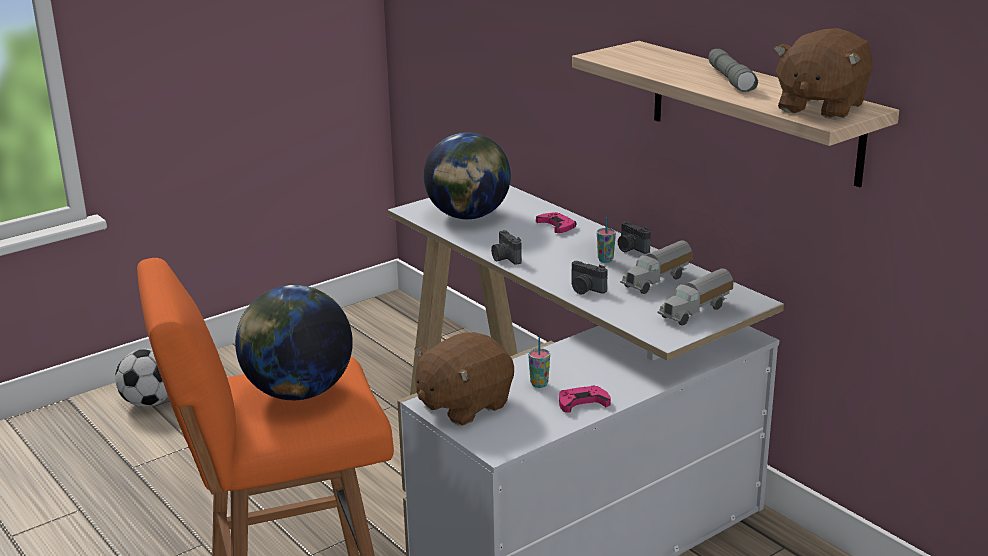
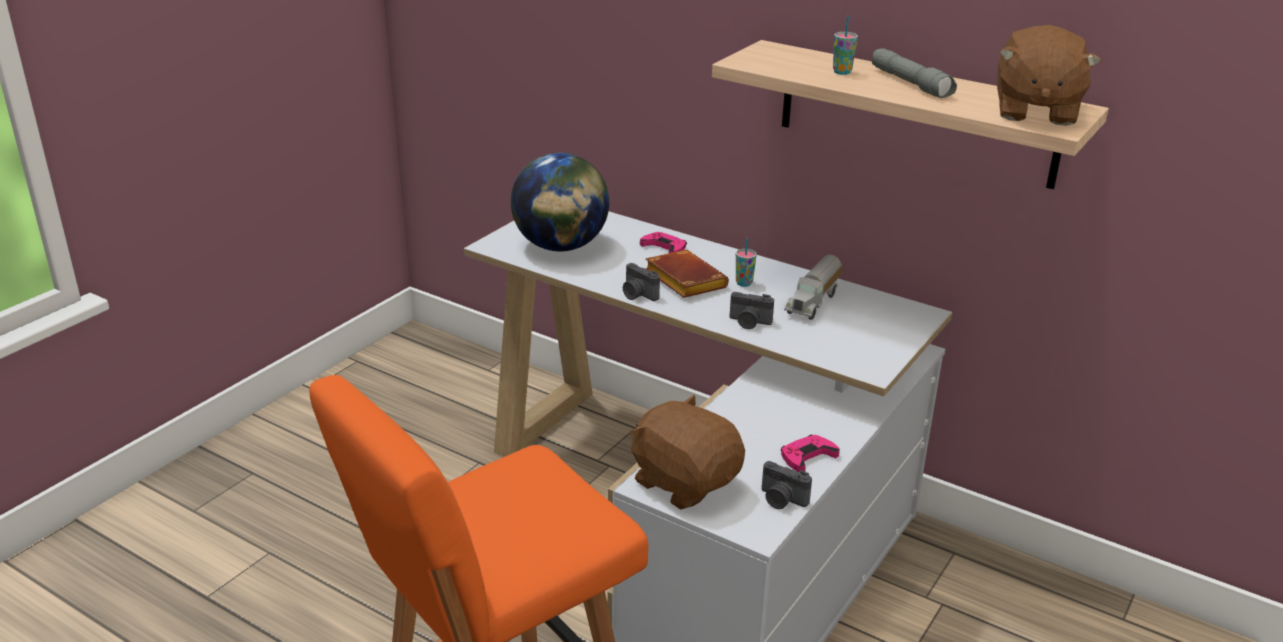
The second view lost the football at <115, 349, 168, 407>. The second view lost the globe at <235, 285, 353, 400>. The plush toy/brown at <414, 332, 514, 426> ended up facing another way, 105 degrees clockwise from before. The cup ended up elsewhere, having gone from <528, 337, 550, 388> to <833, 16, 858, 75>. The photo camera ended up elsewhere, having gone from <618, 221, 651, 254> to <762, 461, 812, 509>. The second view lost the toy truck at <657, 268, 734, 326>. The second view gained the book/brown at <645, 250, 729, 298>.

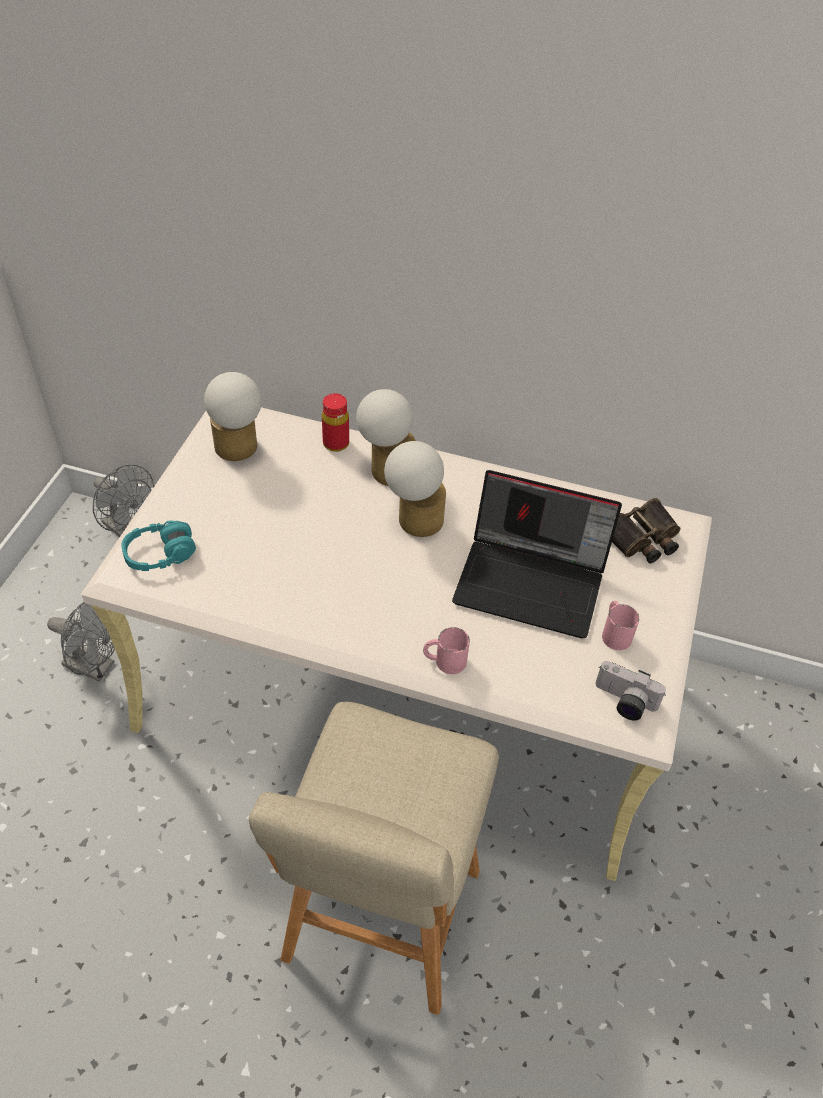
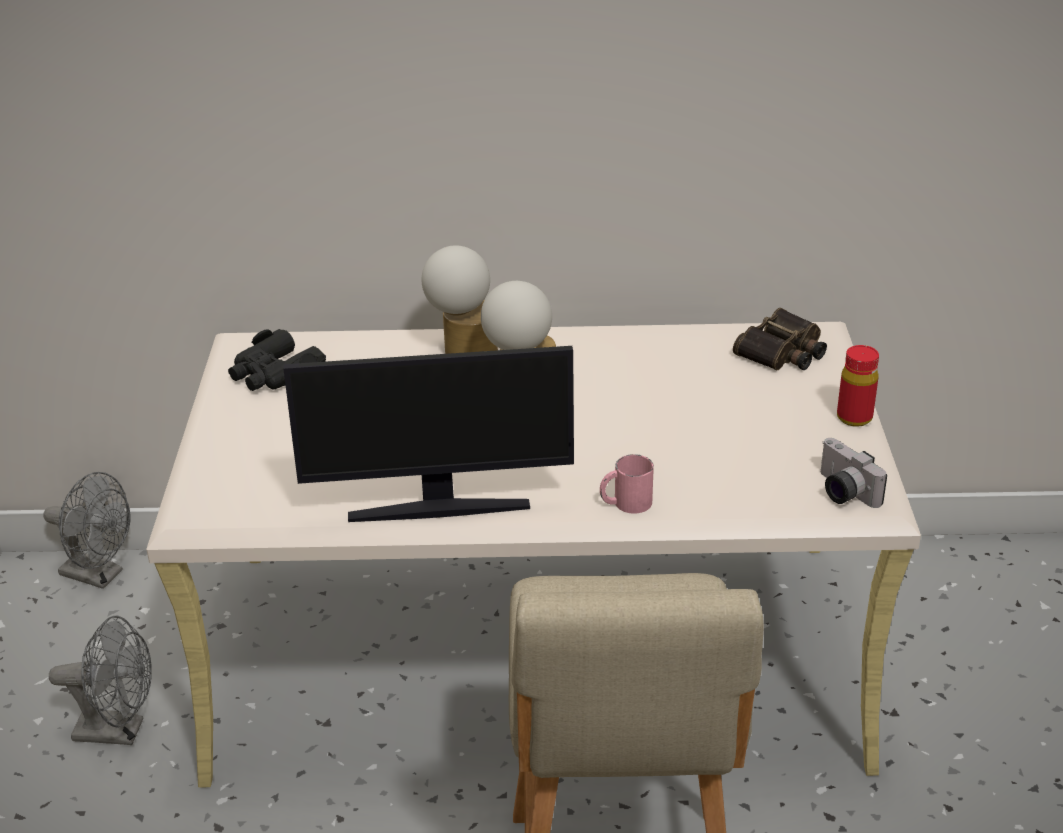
The second view lost the headphones/turquoise at <122, 520, 196, 571>. Where the table lamp stood at <204, 372, 262, 461>, the binoculars/black came to stand at <228, 329, 326, 391>. The bottle/red ended up elsewhere, having gone from <322, 393, 349, 452> to <837, 345, 879, 427>. The second view lost the laptop at <452, 470, 622, 639>. The photo camera at <595, 661, 666, 720> ended up facing another way, 45 degrees clockwise from before. The second view lost the mug/pink at <602, 601, 639, 650>. The second view gained the monitor at <283, 346, 574, 522>.

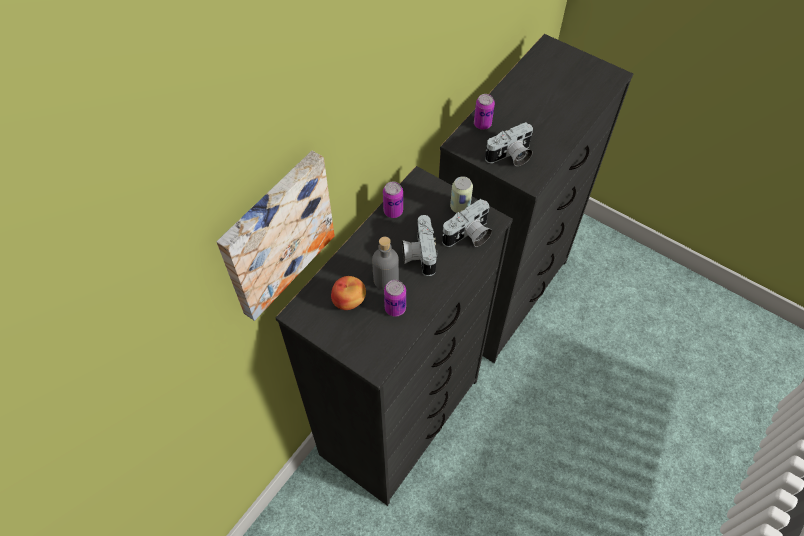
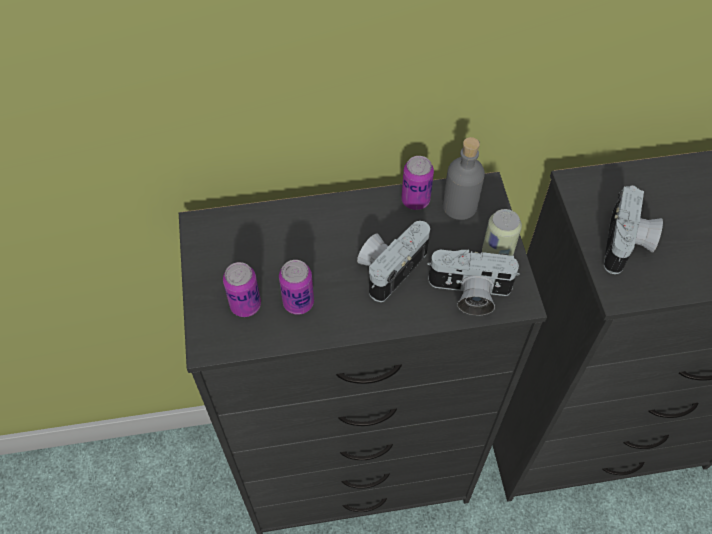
The second view lost the picture at <216, 151, 335, 321>. The second view lost the apple at <331, 276, 366, 310>. The bottle/grey ended up elsewhere, having gone from <372, 237, 399, 290> to <443, 137, 485, 220>. The can ended up elsewhere, having gone from <474, 94, 495, 130> to <223, 262, 261, 317>. The photo camera at <485, 122, 533, 166> ended up facing another way, 90 degrees counterclockwise from before.

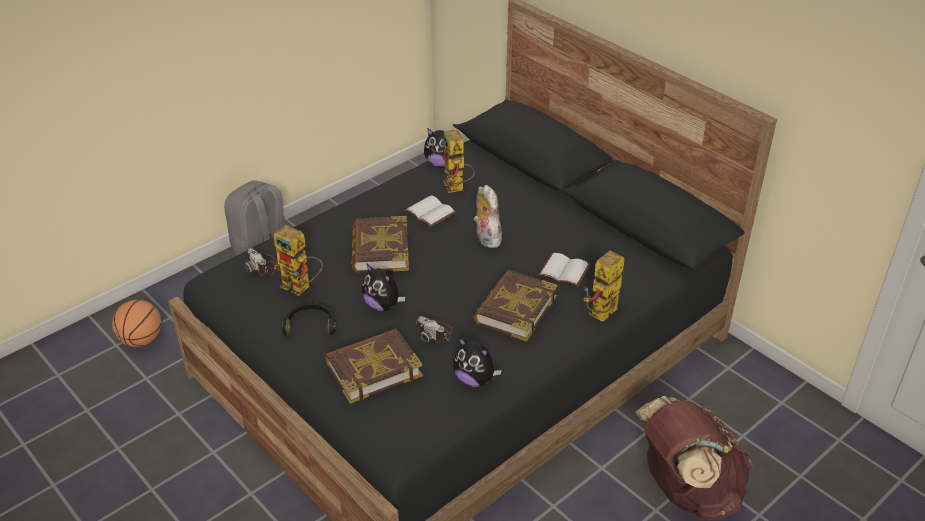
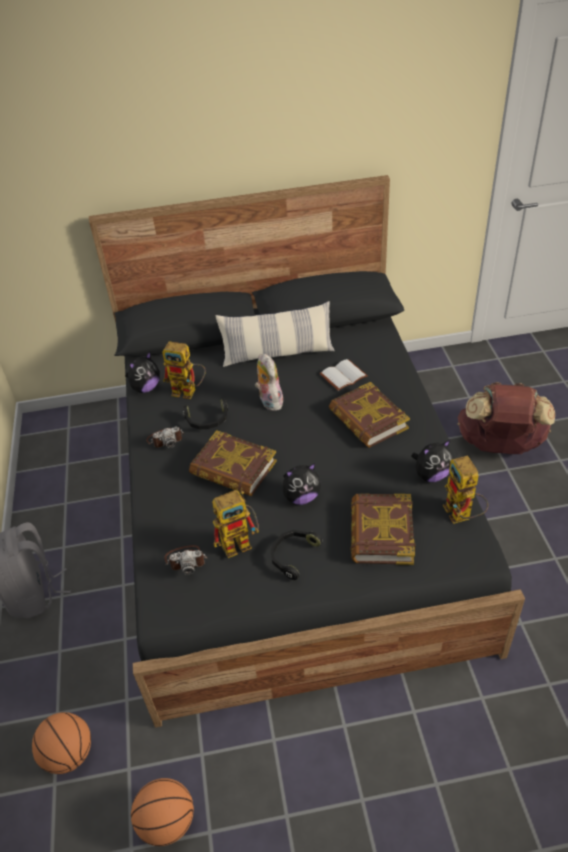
Where the book/white stood at <405, 195, 456, 227>, the headphones/black came to stand at <183, 398, 228, 430>. The photo camera ended up elsewhere, having gone from <416, 316, 453, 343> to <146, 426, 184, 448>. The plush toy at <474, 185, 502, 248> ended up facing another way, 60 degrees clockwise from before. The toy robot ended up elsewhere, having gone from <583, 251, 625, 322> to <443, 455, 489, 524>. The second view gained the basketball at <131, 778, 194, 846>. The second view gained the pillow at <216, 301, 334, 367>.

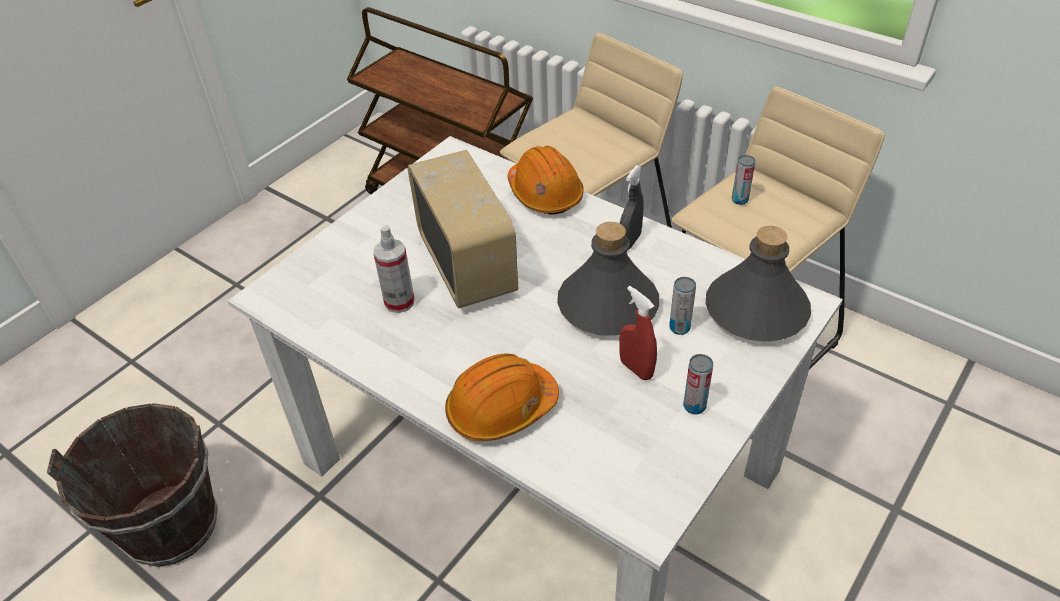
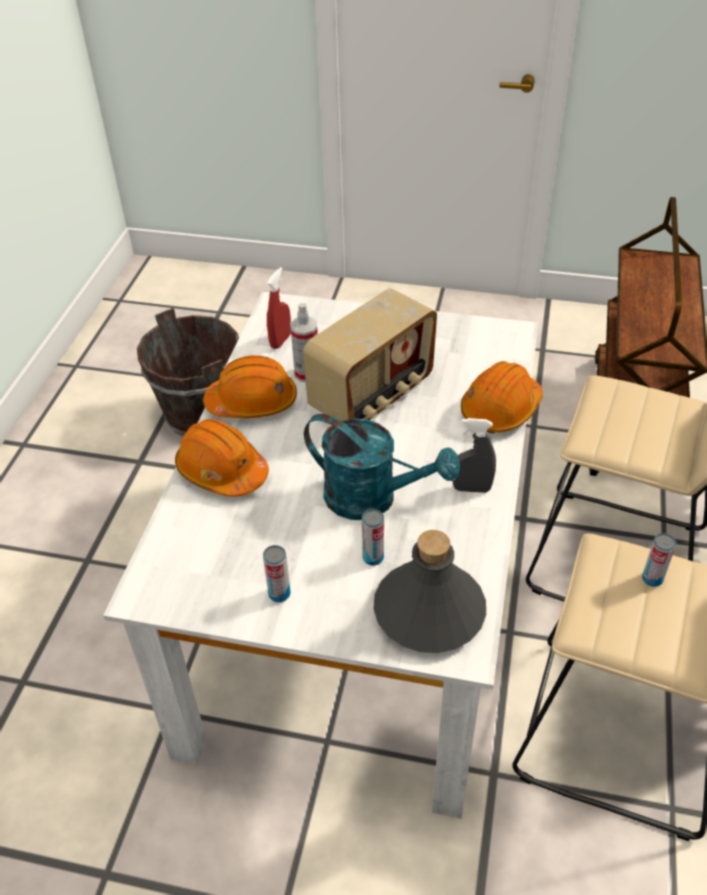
Where the bottle/grey stood at <557, 222, 660, 336>, the watering can/turquoise came to stand at <304, 414, 460, 520>. The spray bottle/red ended up elsewhere, having gone from <619, 286, 657, 380> to <267, 267, 291, 349>. The second view gained the hard hat/orange at <203, 355, 297, 418>.

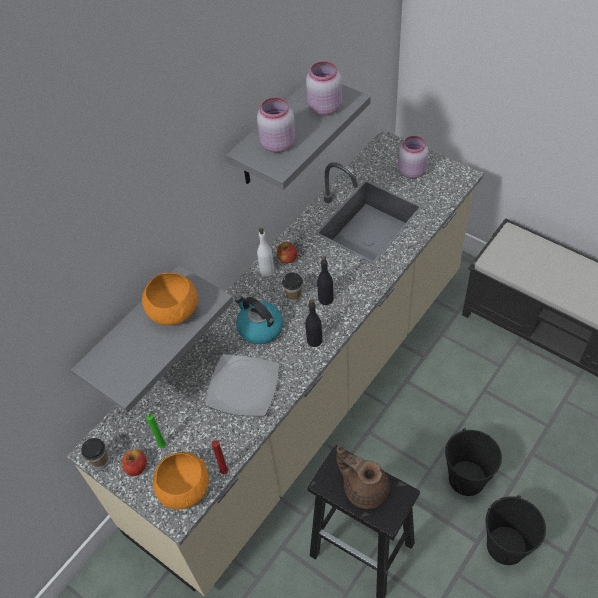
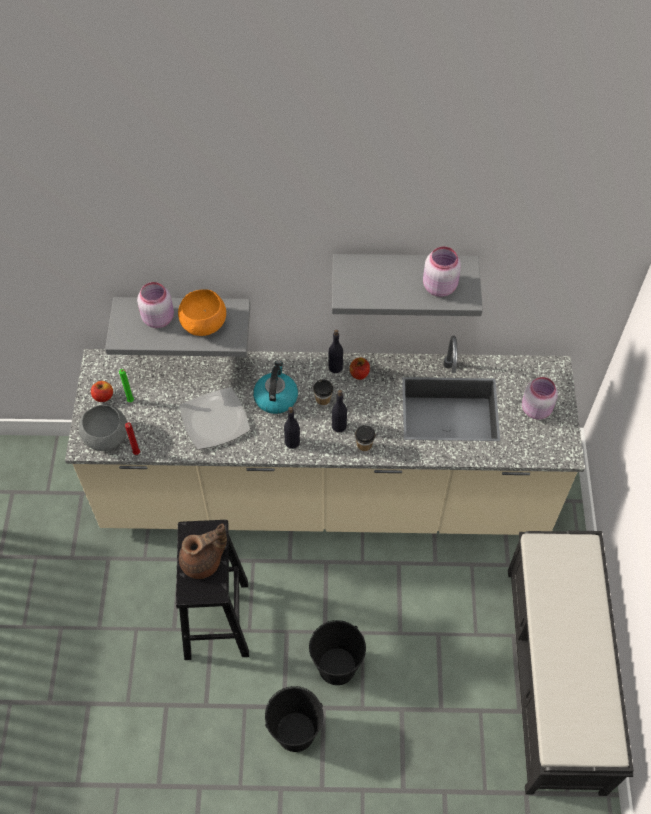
The cup ended up elsewhere, having gone from <81, 438, 109, 469> to <355, 425, 375, 454>. What was the bowl/orange at <153, 452, 209, 509> turned into the bowl/grey at <79, 405, 127, 451>. The jar/pink ended up elsewhere, having gone from <257, 97, 296, 153> to <137, 282, 174, 328>. What was the bottle/white at <257, 228, 274, 277> turned into the bottle/black at <328, 330, 343, 373>. The teapot/brown at <337, 445, 390, 509> ended up facing another way, 60 degrees clockwise from before.

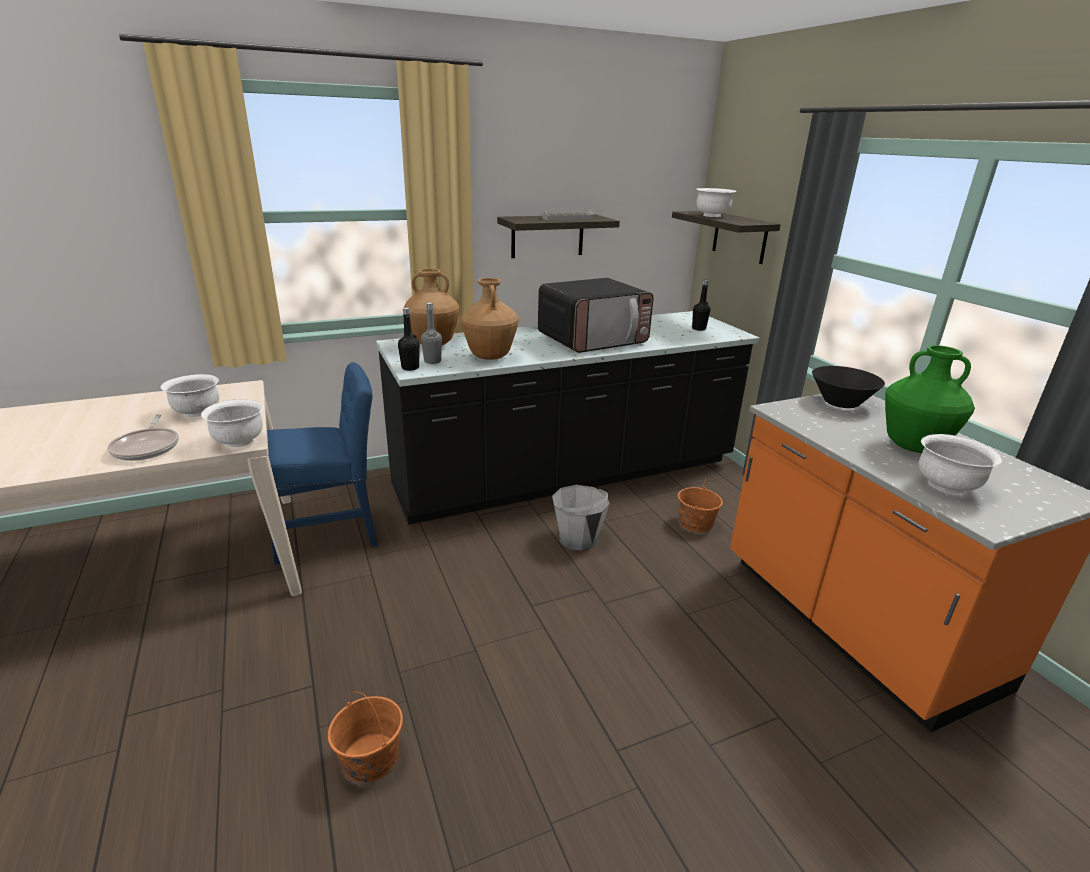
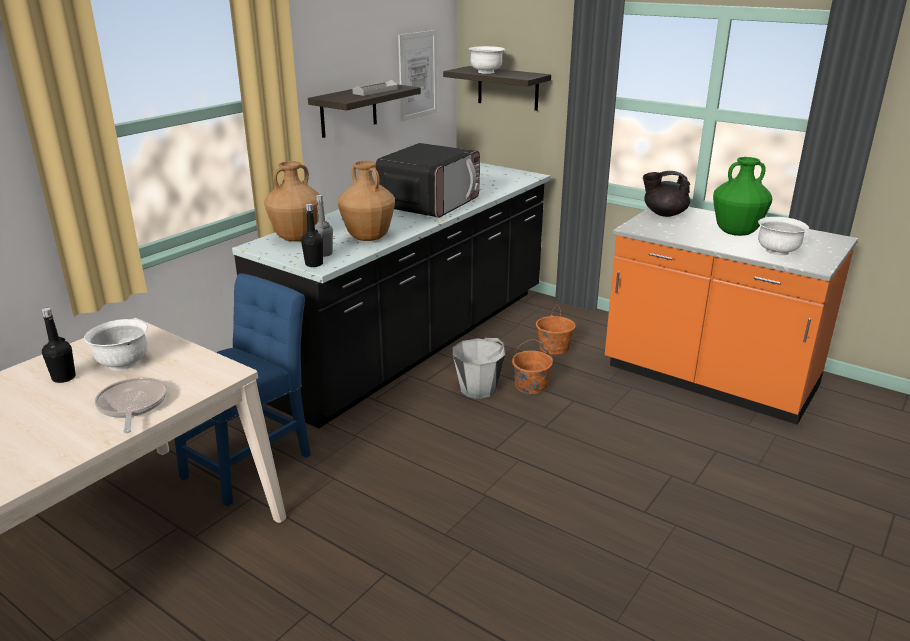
The frying pan at <107, 414, 179, 461> ended up facing another way, 150 degrees counterclockwise from before. The second view lost the bowl/white at <201, 399, 264, 448>. The bucket/orange ended up elsewhere, having gone from <328, 692, 403, 783> to <512, 339, 553, 394>. The bottle/black ended up elsewhere, having gone from <692, 280, 710, 331> to <42, 308, 76, 383>. Where the bowl/black stood at <812, 366, 885, 408>, the teapot/black came to stand at <643, 171, 690, 217>. The second view gained the picture at <398, 30, 437, 122>.

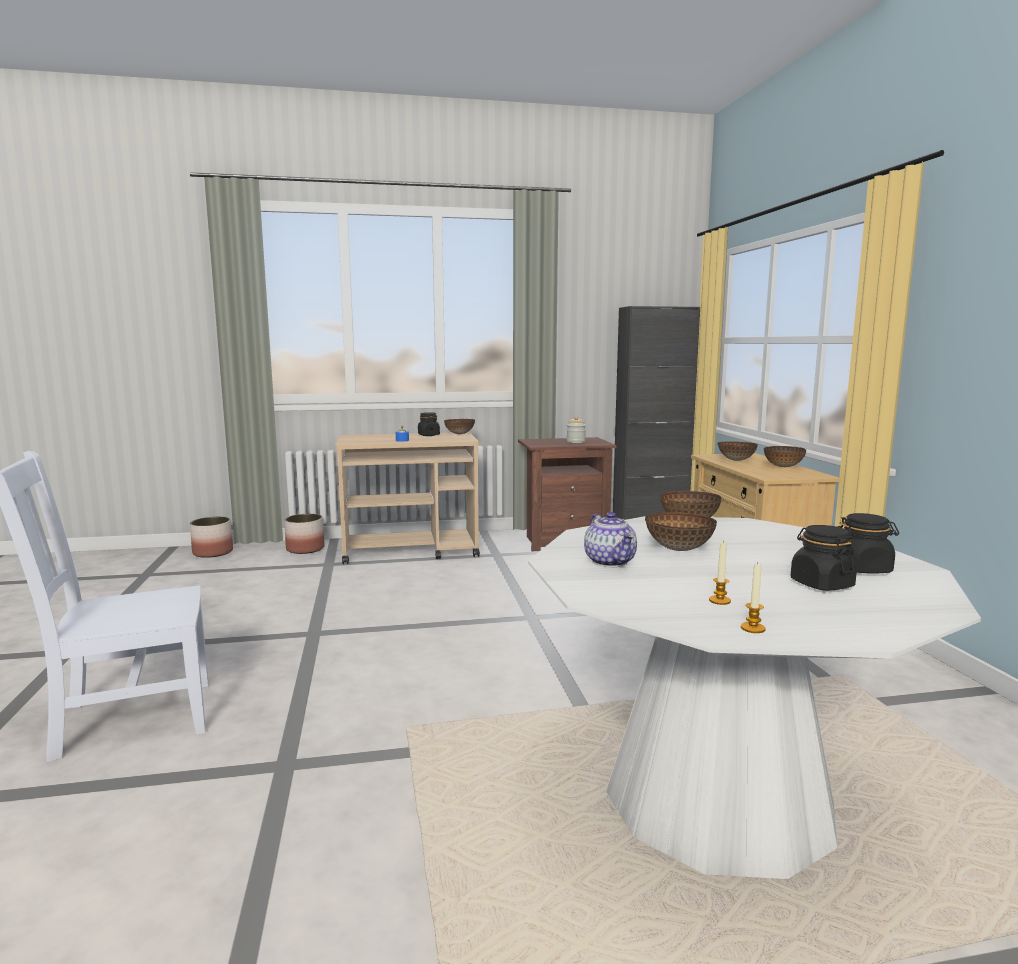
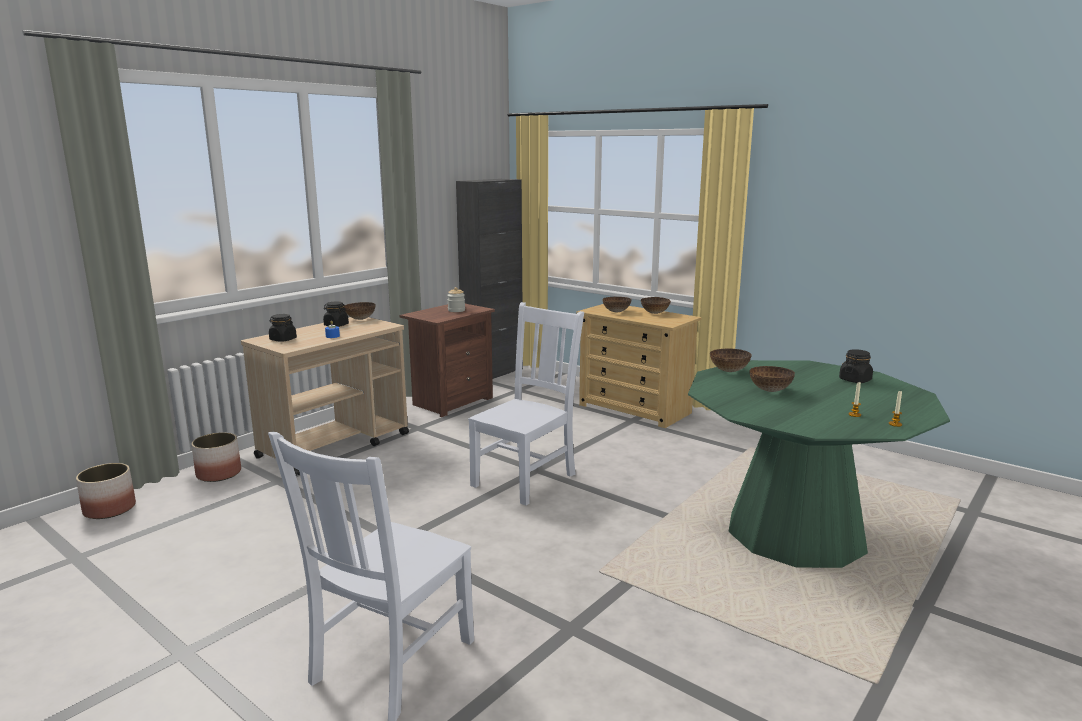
What was the dining table/white at <528, 516, 981, 879> turned into the dining table/green at <688, 360, 950, 568>. The second view lost the teapot at <584, 512, 637, 567>. The jar/black ended up elsewhere, having gone from <791, 525, 857, 591> to <269, 314, 297, 342>. The second view gained the chair/white at <468, 302, 584, 506>.

